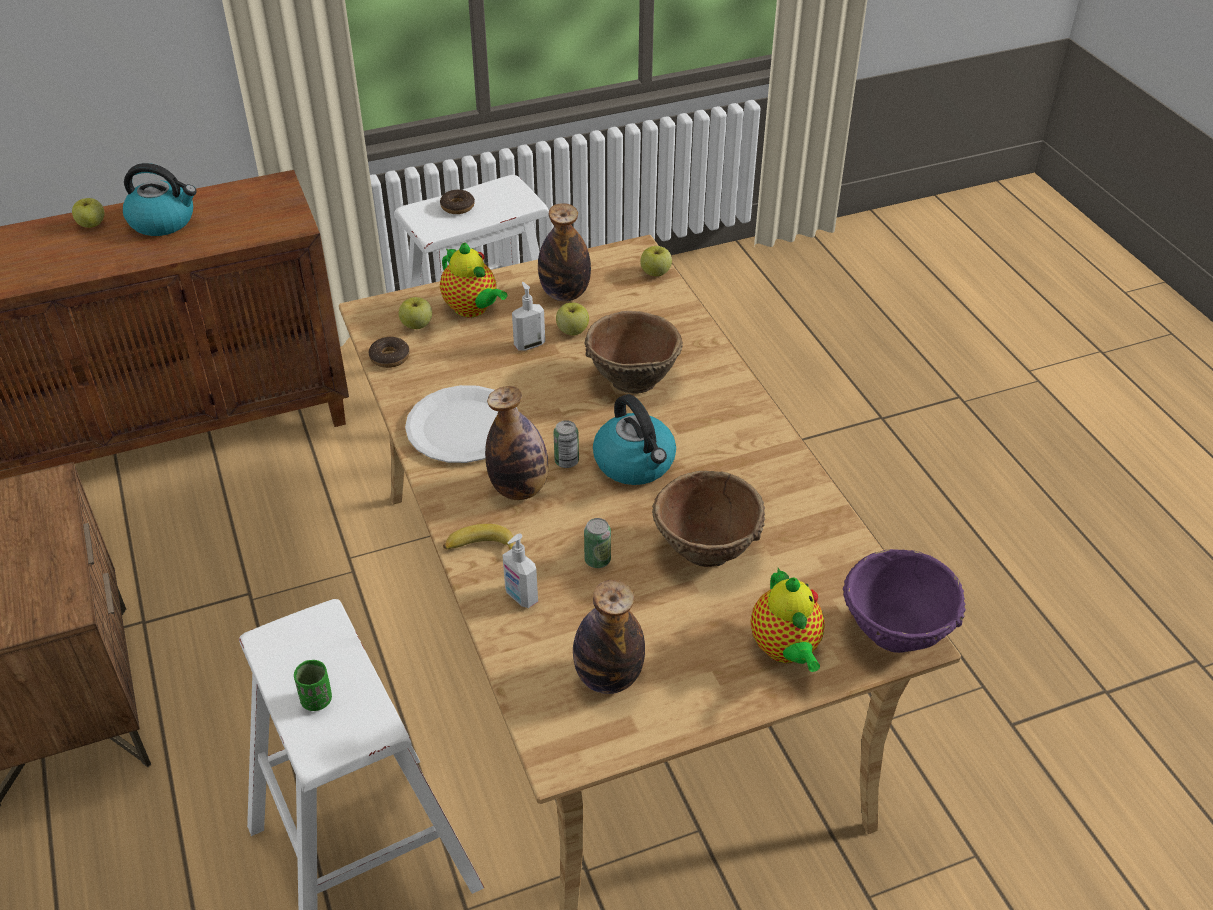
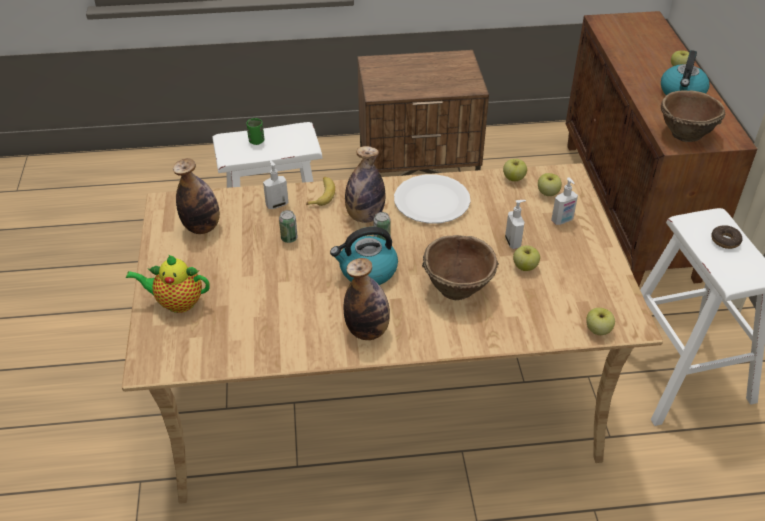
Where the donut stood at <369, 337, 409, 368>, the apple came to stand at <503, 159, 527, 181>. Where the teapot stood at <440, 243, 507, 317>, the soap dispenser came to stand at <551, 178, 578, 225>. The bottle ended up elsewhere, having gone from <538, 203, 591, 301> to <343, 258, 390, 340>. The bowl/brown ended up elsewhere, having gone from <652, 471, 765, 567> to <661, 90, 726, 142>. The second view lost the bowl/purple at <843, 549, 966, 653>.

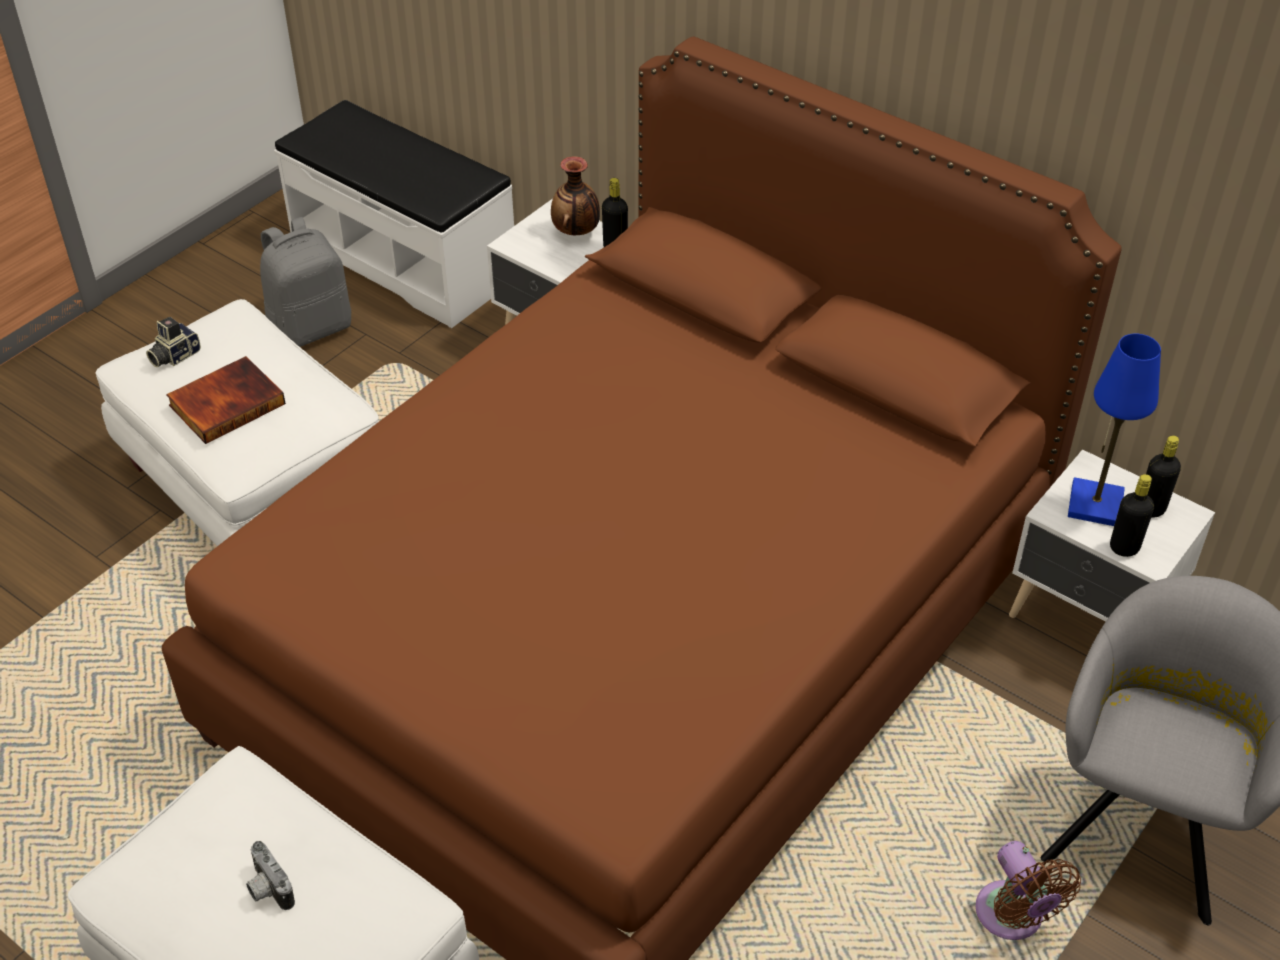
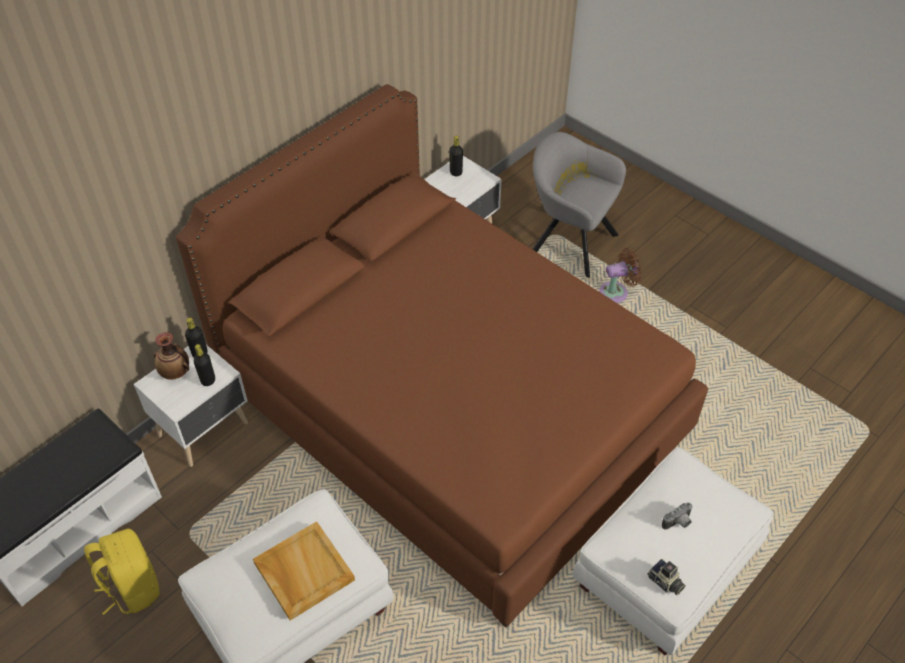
The photo camera ended up elsewhere, having gone from <146, 317, 201, 367> to <647, 559, 686, 596>. Where the book stood at <166, 356, 286, 444>, the tray/beige came to stand at <253, 521, 355, 621>. What was the backpack/grey at <260, 217, 351, 347> turned into the backpack/yellow at <84, 529, 160, 615>. The second view lost the table lamp/blue at <1068, 334, 1161, 526>. The bottle/black ended up elsewhere, having gone from <1110, 474, 1154, 557> to <194, 344, 215, 386>.

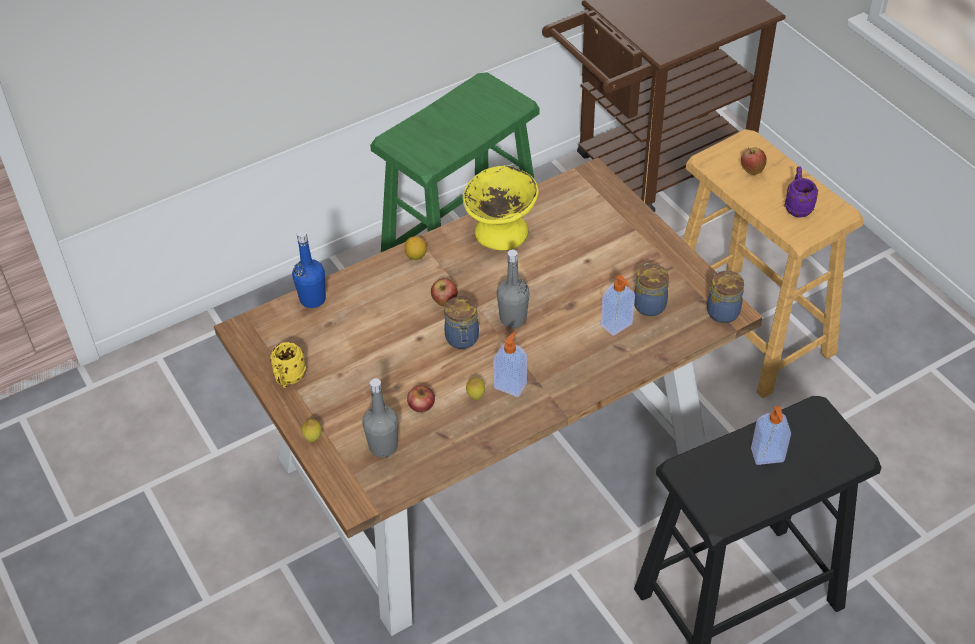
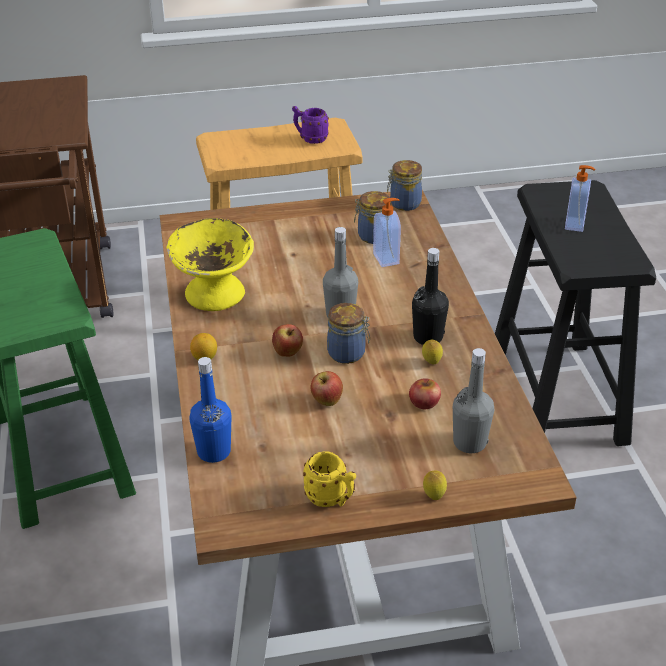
Where the soap dispenser stood at <493, 332, 527, 397>, the bottle/black came to stand at <412, 248, 449, 345>. The apple ended up elsewhere, having gone from <741, 147, 767, 175> to <311, 371, 343, 406>.

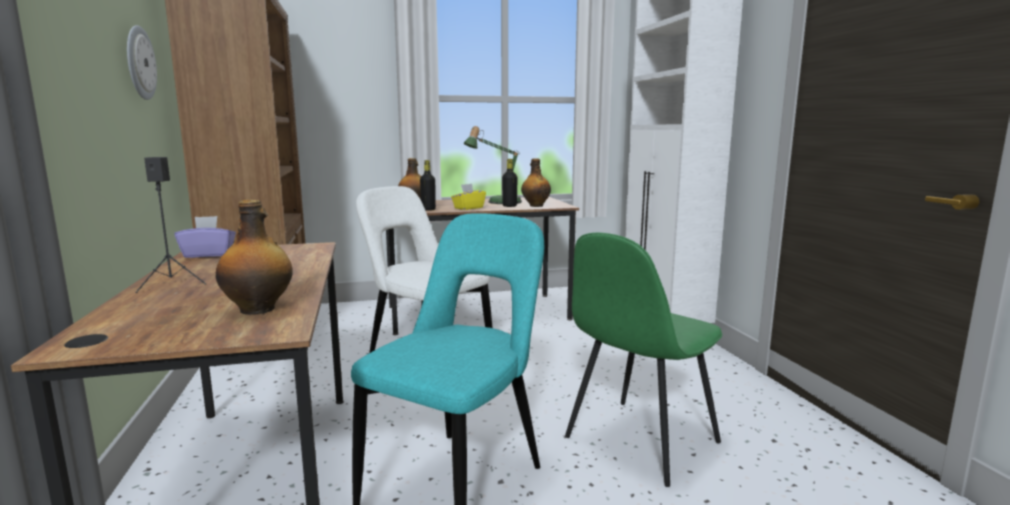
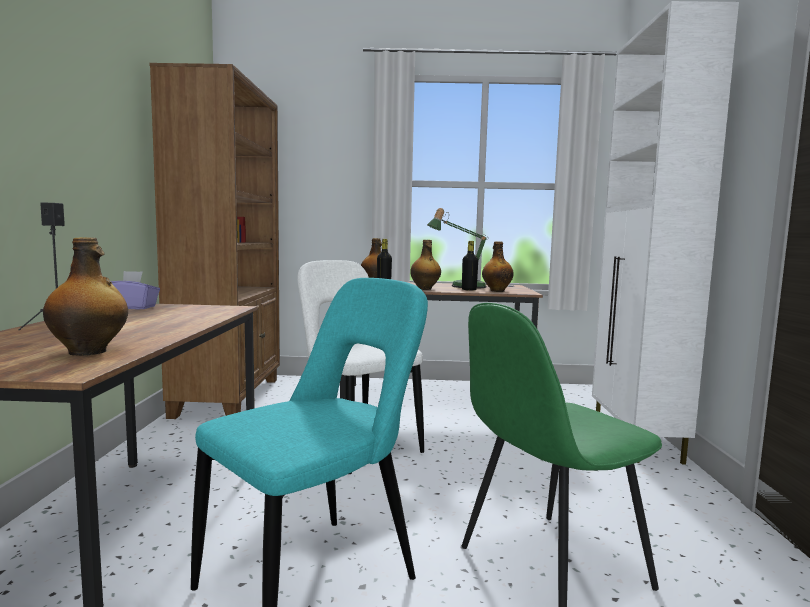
The second view lost the wall clock at <127, 25, 157, 100>. Where the tissue box/yellow stood at <451, 184, 486, 210>, the bottle came to stand at <410, 240, 441, 290>.

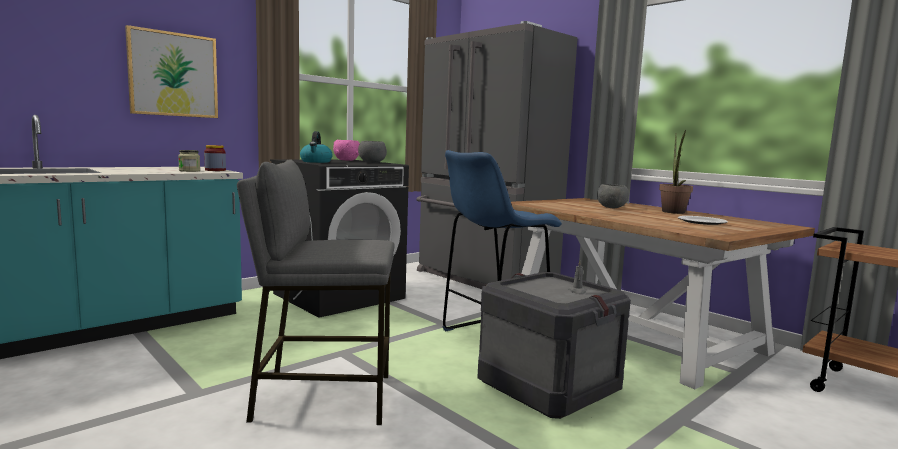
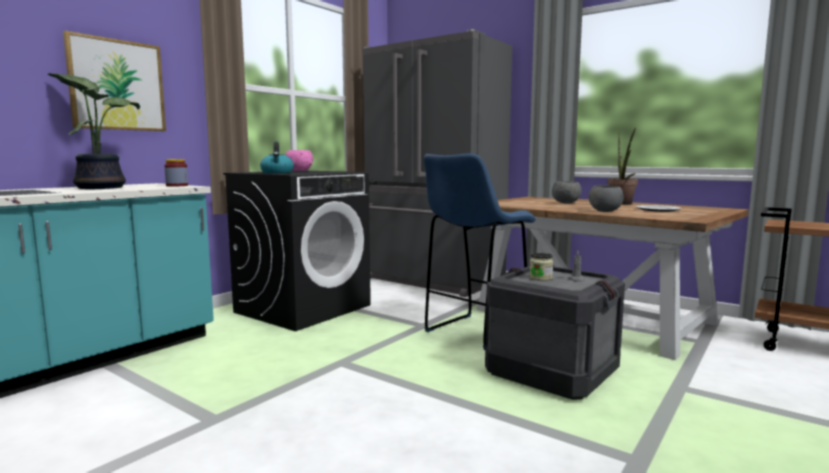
The jar ended up elsewhere, having gone from <178, 150, 200, 172> to <529, 253, 553, 281>. The second view lost the stool/grey at <237, 159, 395, 425>. The bowl/grey ended up elsewhere, having gone from <358, 141, 387, 163> to <589, 185, 624, 212>. The second view gained the potted plant at <47, 73, 140, 189>.

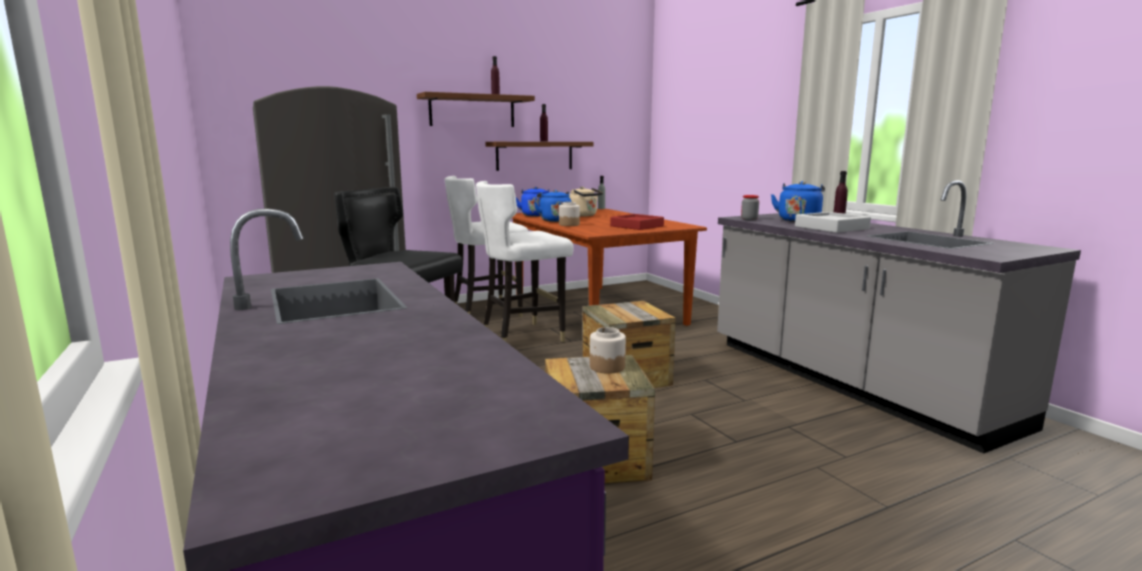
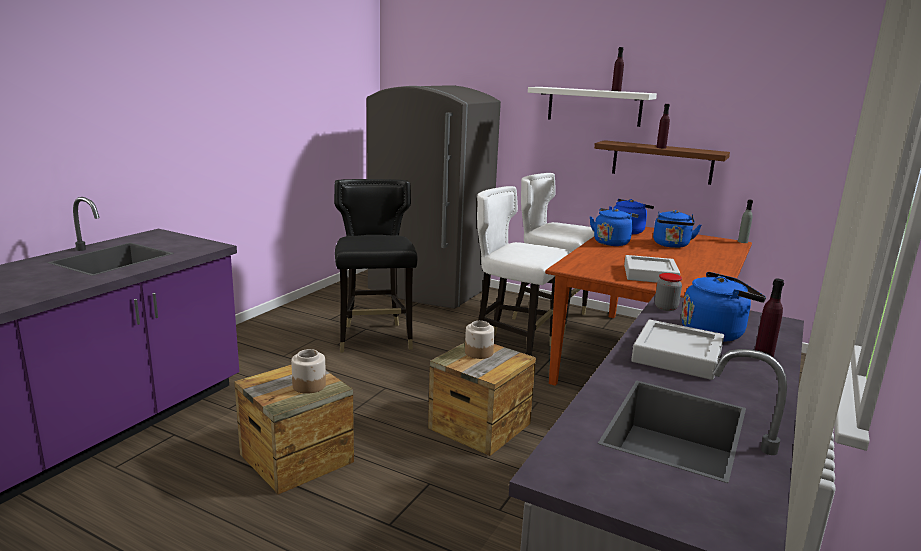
What was the shelf/brown at <417, 92, 535, 127> turned into the shelf/white at <528, 87, 657, 127>. The jar ended up elsewhere, having gone from <559, 202, 580, 226> to <465, 321, 495, 359>. What was the kettle/beige at <569, 187, 603, 217> turned into the kettle/blue at <653, 210, 702, 248>. What was the tray/red at <610, 214, 664, 230> turned into the tray/grey at <624, 255, 680, 283>.

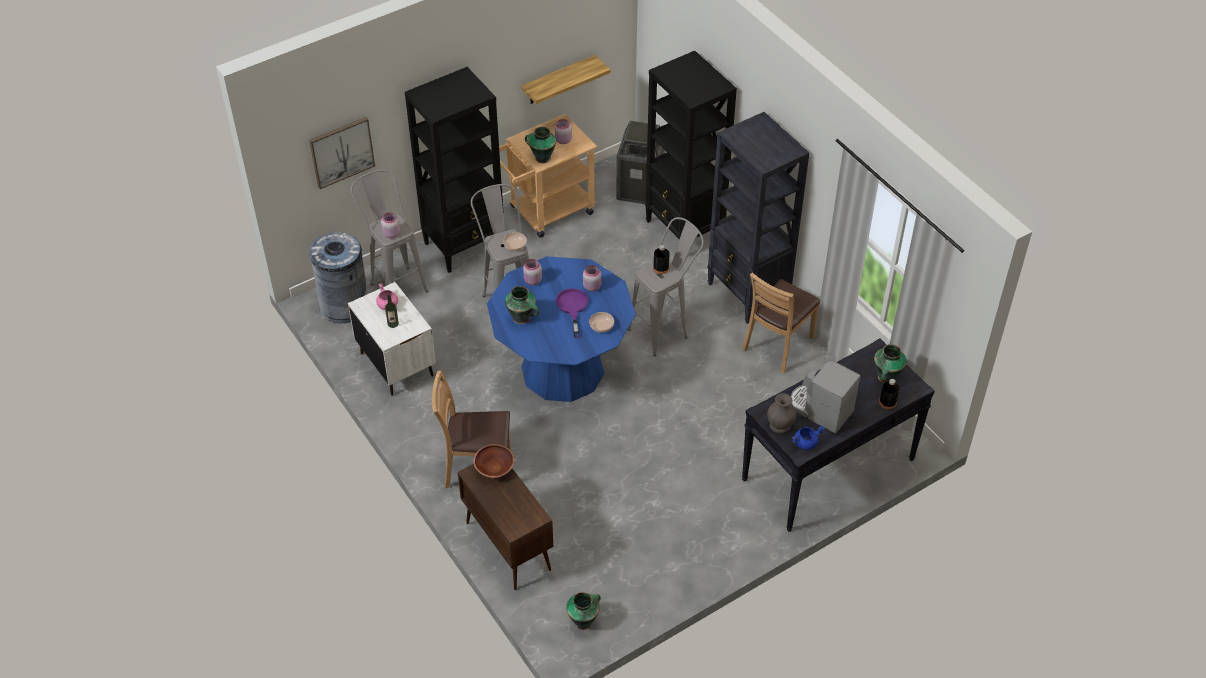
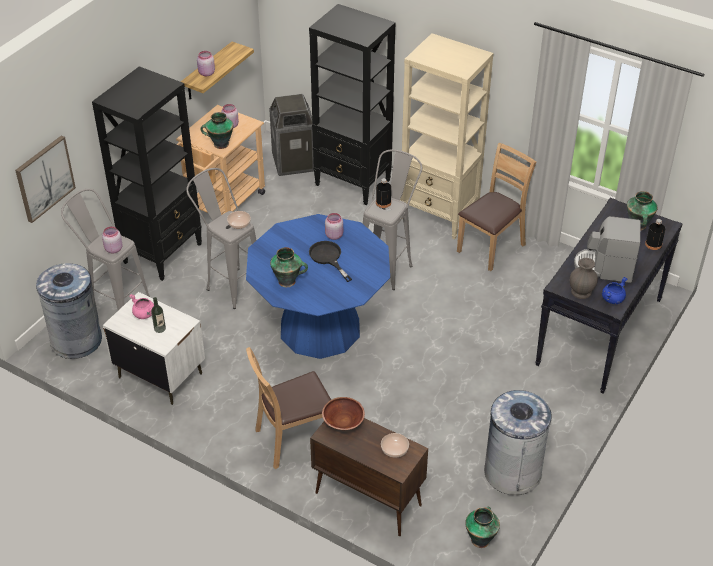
The jar/pink ended up elsewhere, having gone from <523, 259, 542, 285> to <197, 51, 215, 76>. What was the frying pan/purple at <556, 288, 588, 338> turned into the frying pan/black at <309, 241, 352, 282>. The bowl ended up elsewhere, having gone from <589, 312, 614, 333> to <381, 433, 409, 458>. What was the bookcase/black at <707, 112, 810, 324> turned into the bookcase/beige at <400, 33, 493, 239>. The chair/brown at <742, 272, 820, 373> ended up facing another way, 150 degrees counterclockwise from before. The second view gained the trash can/grey at <484, 390, 554, 495>.

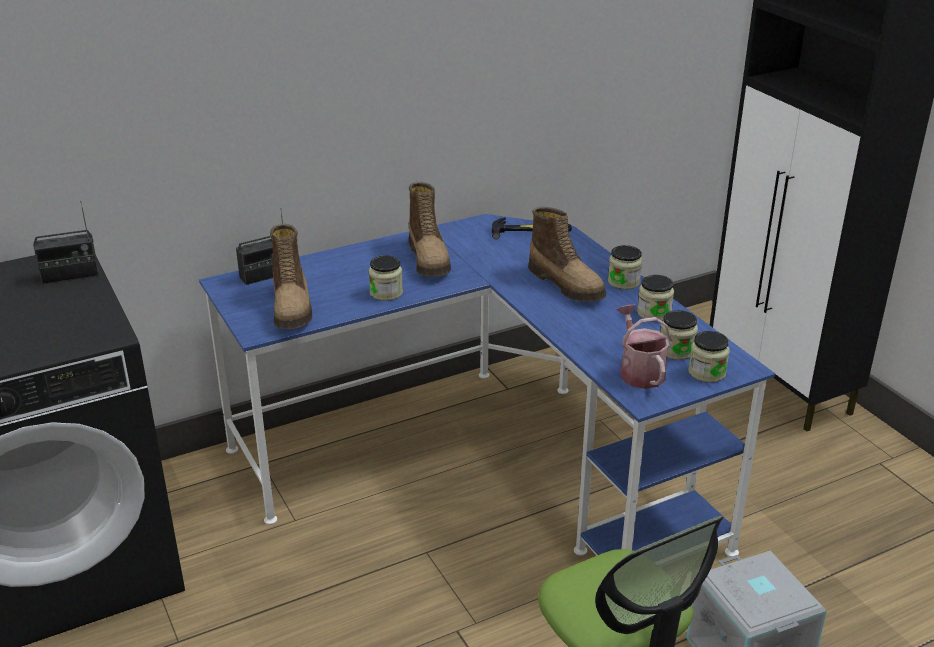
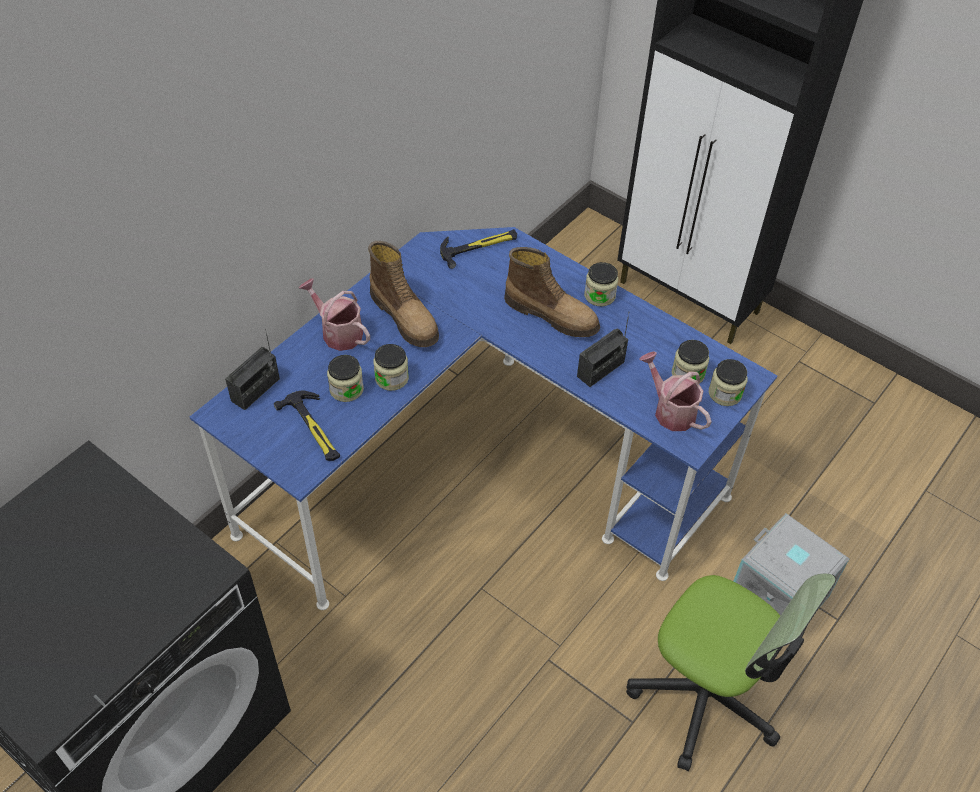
The radio ended up elsewhere, having gone from <33, 201, 99, 284> to <577, 314, 629, 387>. Where the boot stood at <270, 224, 312, 329>, the hammer came to stand at <274, 391, 340, 461>. The jar ended up elsewhere, having gone from <637, 275, 674, 322> to <327, 355, 364, 402>. The second view gained the watering can at <299, 278, 370, 351>.

